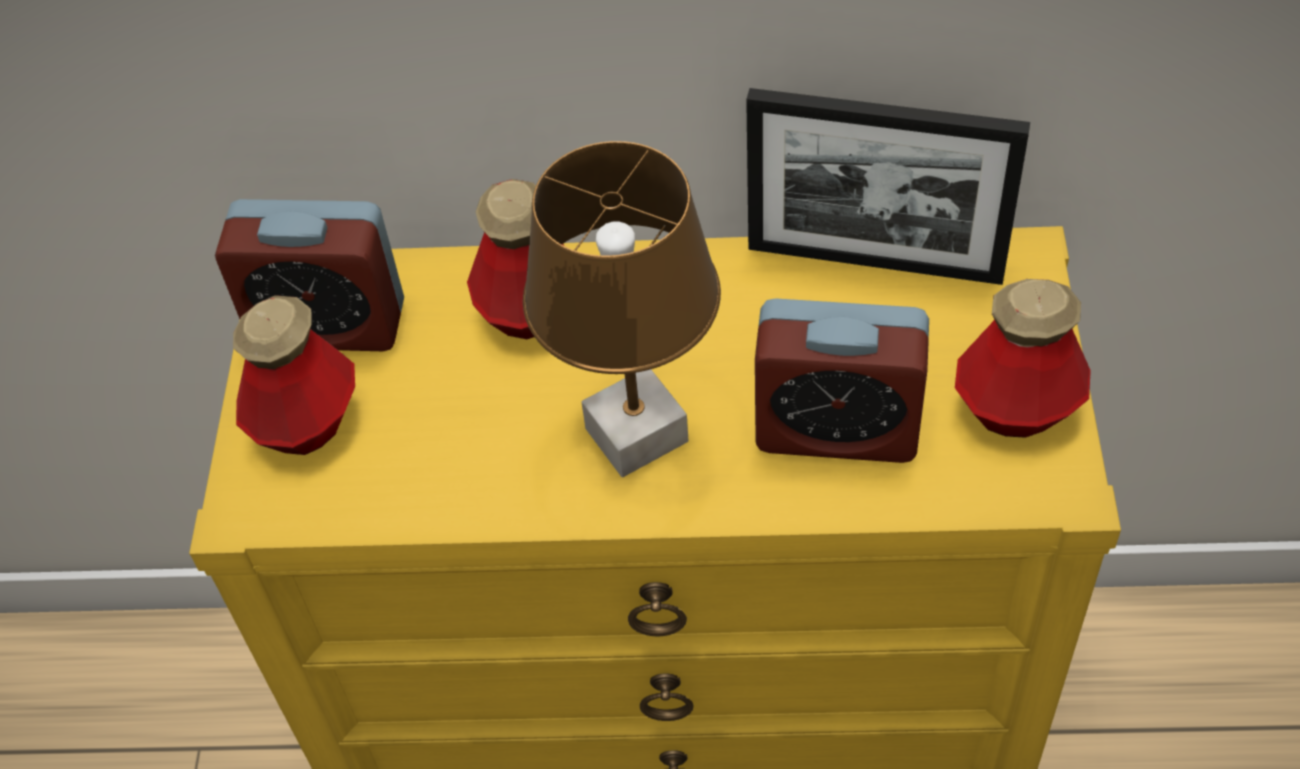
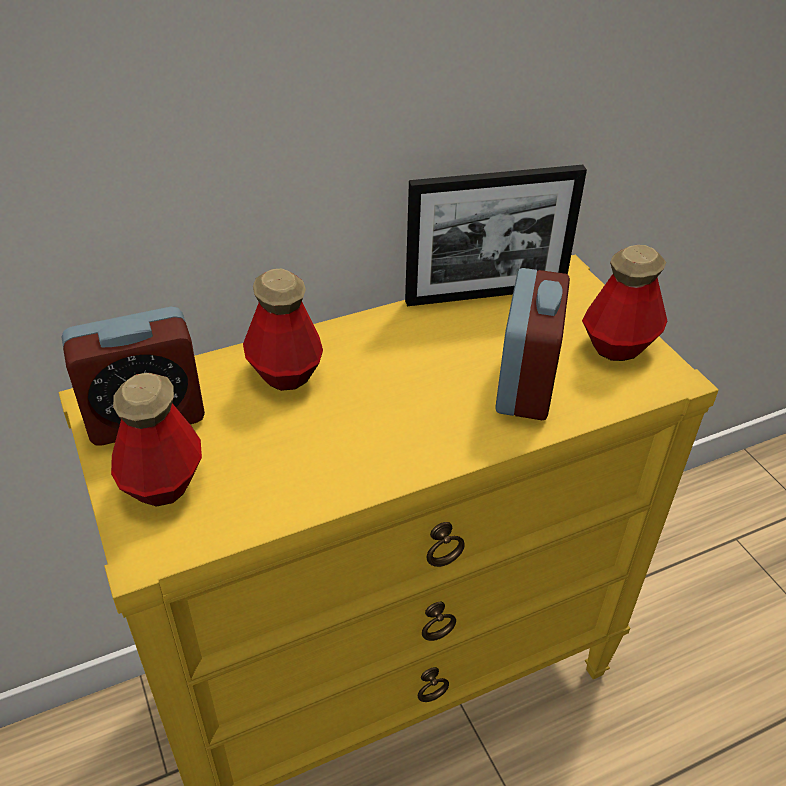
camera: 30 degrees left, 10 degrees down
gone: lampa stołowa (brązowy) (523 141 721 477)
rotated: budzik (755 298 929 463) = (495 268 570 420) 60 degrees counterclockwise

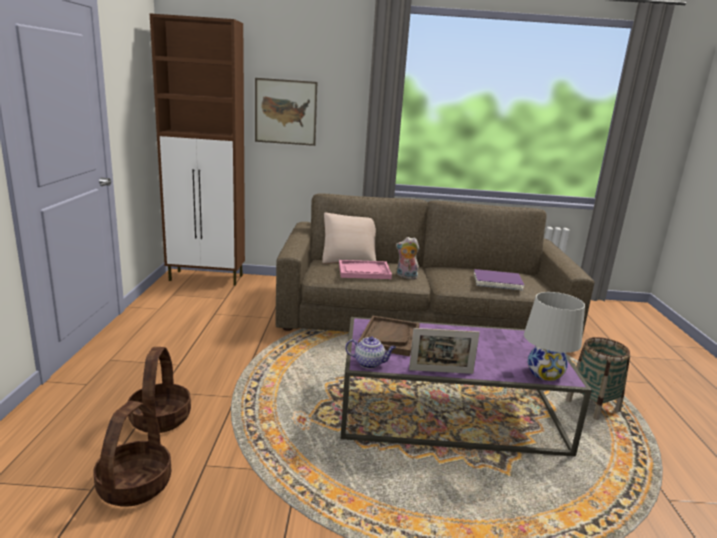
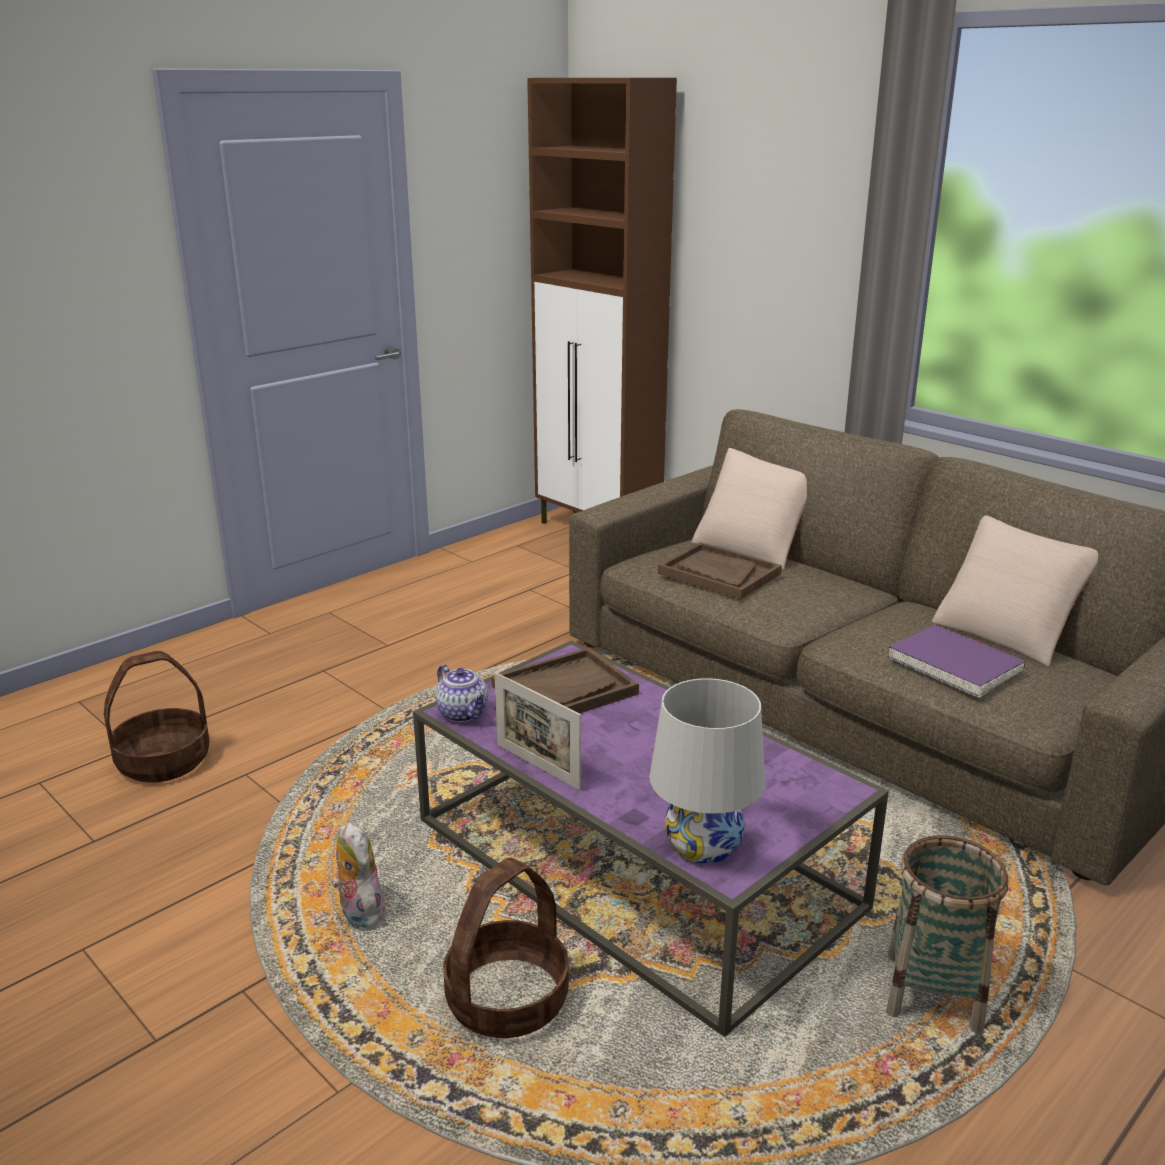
camera: 45 degrees right, 5 degrees up
gone: obraz (255 78 317 146)
new: poduszka (beżowy) (932 516 1098 667)
shifted: koszyk (127 347 191 433) to (443 858 569 1038); pluszak (396 237 419 279) to (332 822 386 931)
repainted: taca (różowy) (339 260 392 279) to taca (brązowy) (658 542 782 599)

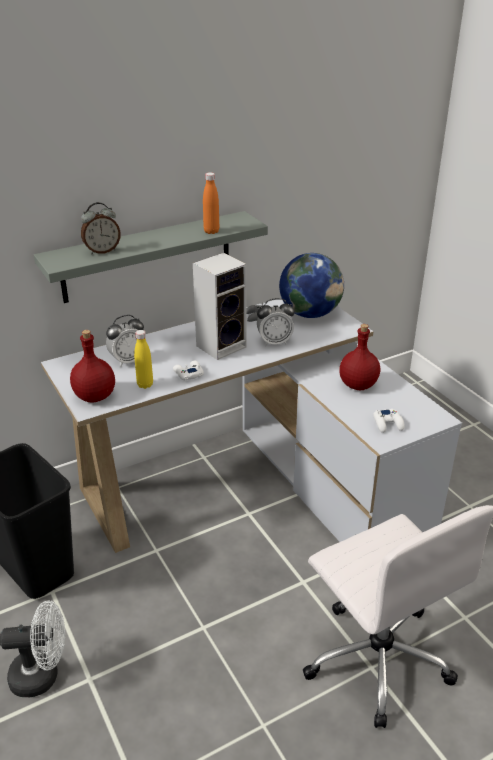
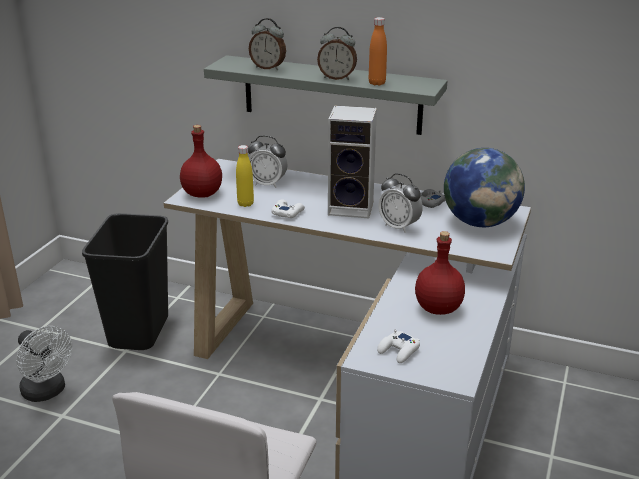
camera: 50 degrees right, 5 degrees down
new: budzik (317 27 357 80)

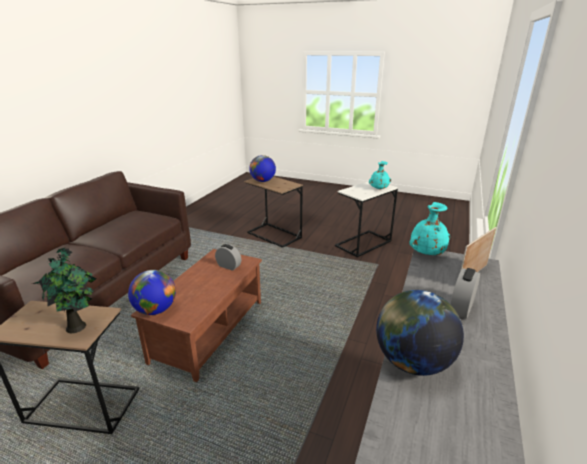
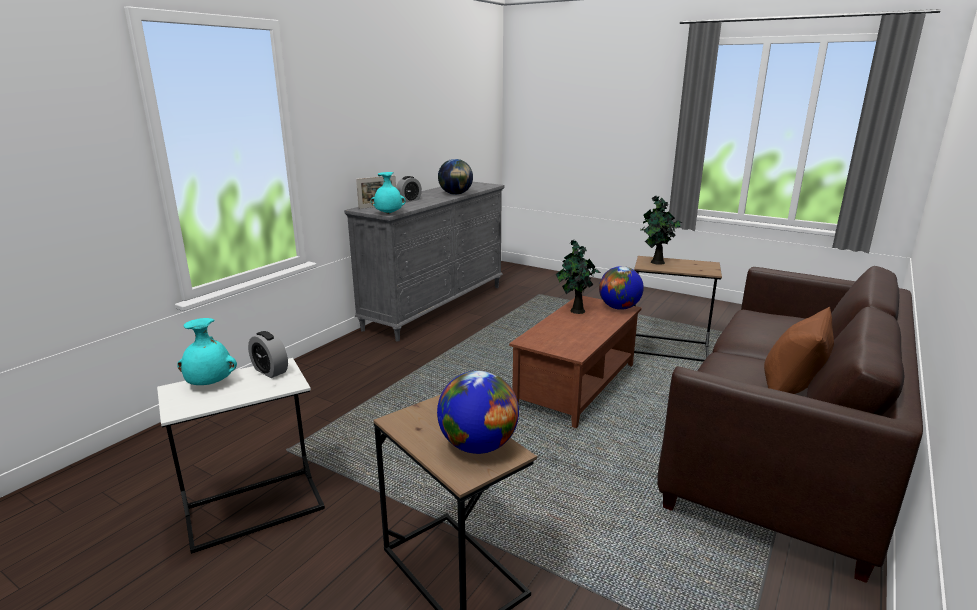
camera: 170 degrees left, 5 degrees down
new: roślina doniczkowa (556 240 601 314); poduszka (brązowy) (764 307 834 394)
shifted: budzik (215 244 241 271) to (248 331 288 378)

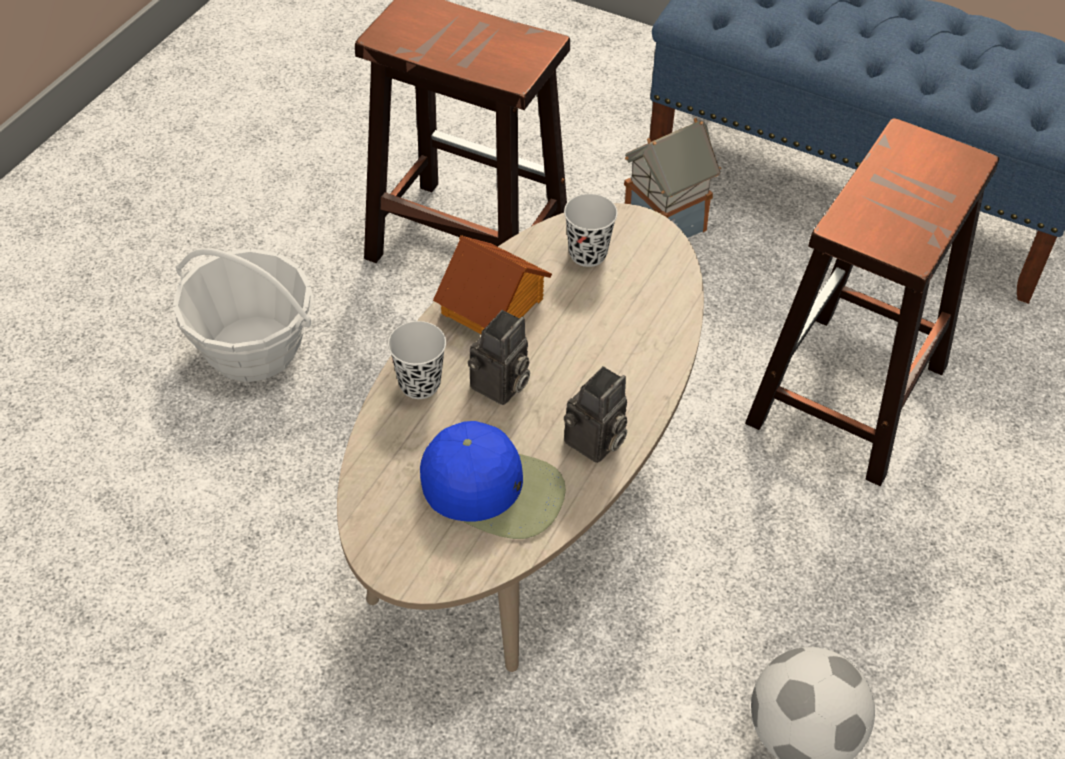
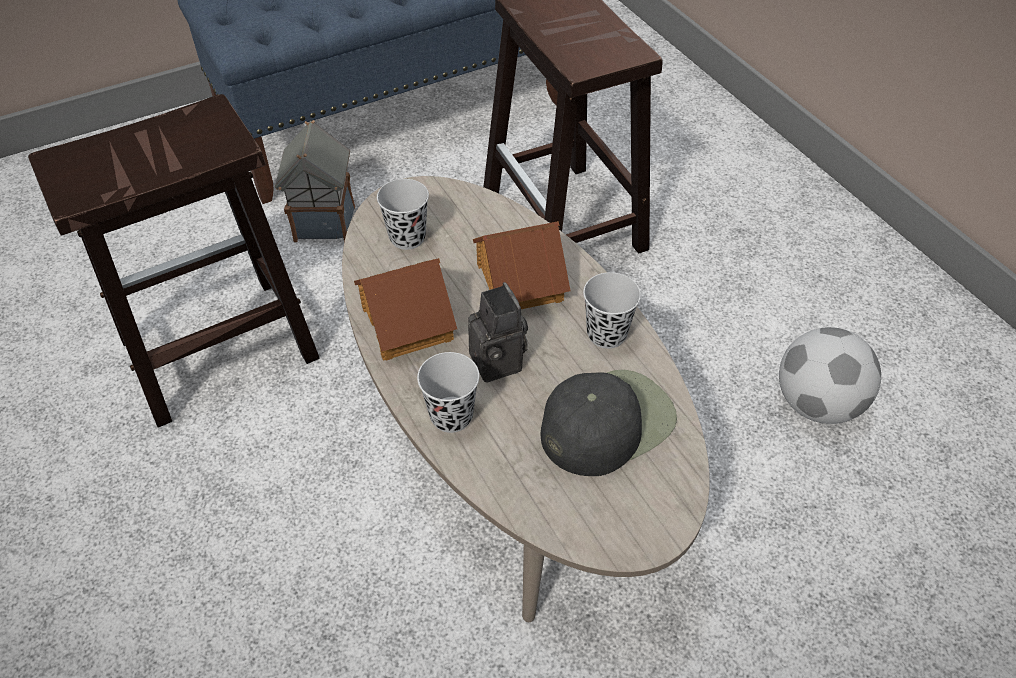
camera: 55 degrees left, 0 degrees up
gone: koszyk (173 248 313 382)
new: domek (473 221 570 309)
swapped: aparat fotograficzny (564 366 627 463) to filiżanka (czarny) (583 272 641 349)
repainted: czapka z daszkiem (niebieski) (420 421 566 539) to czapka z daszkiem (czarny) (541 370 677 476)

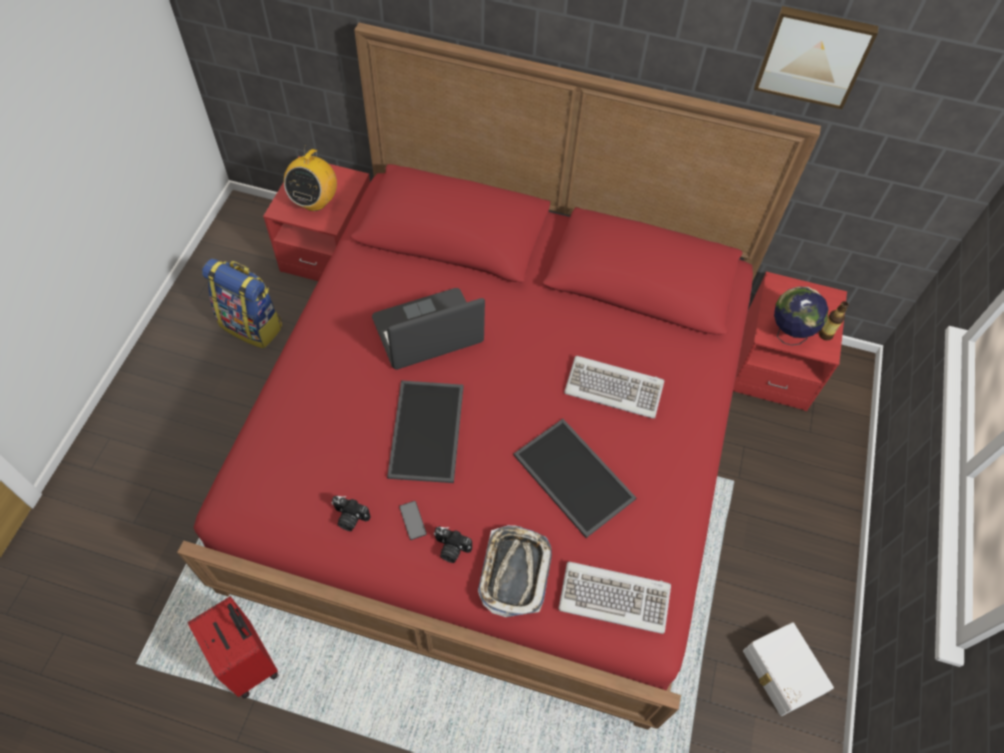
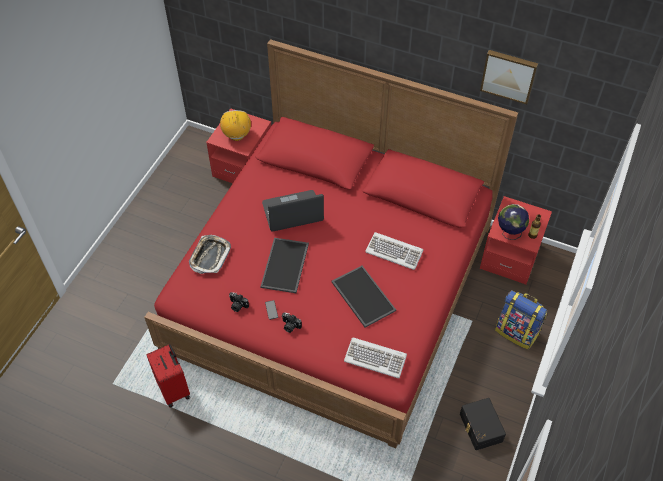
camera: 10 degrees right, 5 degrees down
shifted: plecak (202 259 283 349) to (495 290 547 349); taca (478 525 552 617) to (189 235 231 274)
repainted: pojemnik do przechowywania (biały) (743 622 834 716) to pojemnik do przechowywania (czarny) (460 398 506 450)
rotated: radio (284 149 337 211) = (220 110 251 141) 150 degrees clockwise

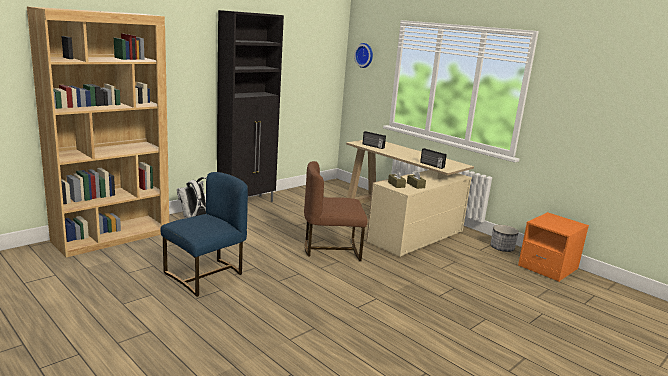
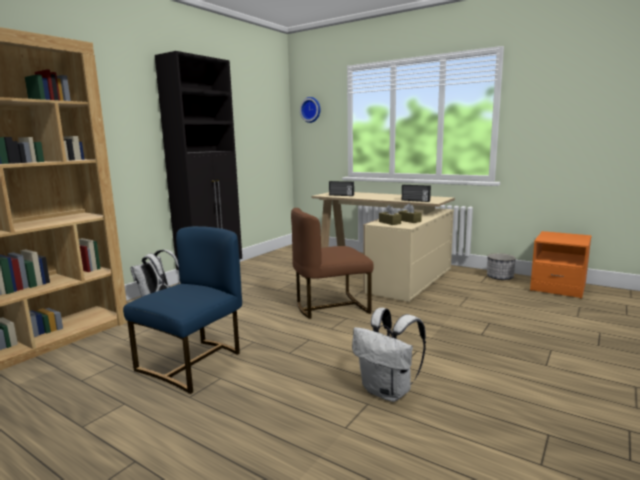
camera: 10 degrees left, 5 degrees down
new: plecak (biały) (352 308 426 402)

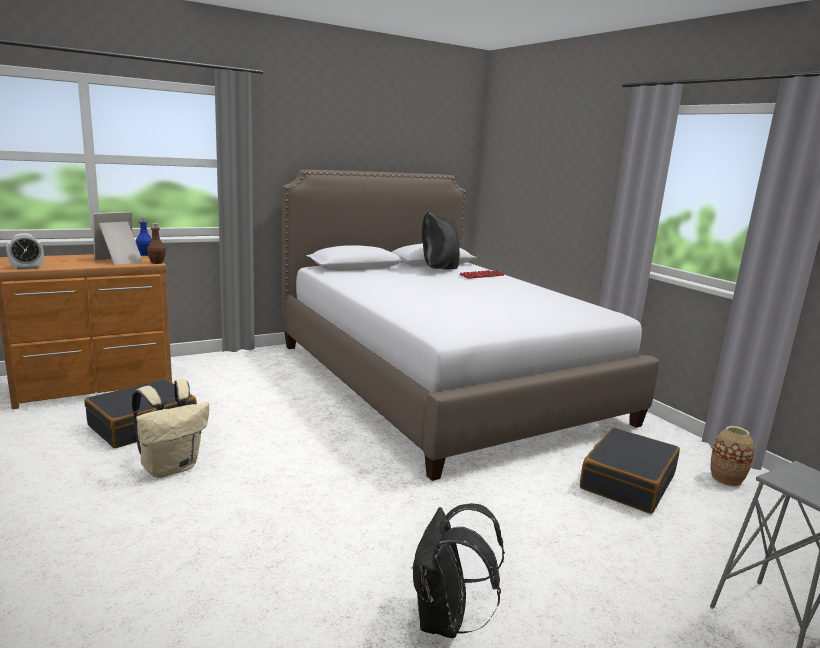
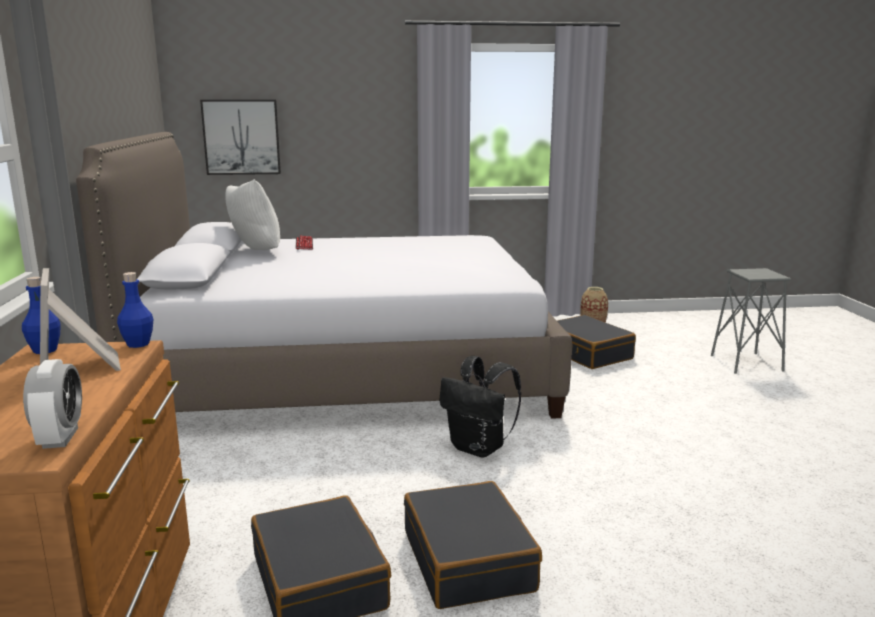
camera: 65 degrees left, 0 degrees up
new: obraz (200 100 281 175)
shifted: plecak (czarny) (411 503 505 638) to (439 356 521 458)
swapped: plecak (beżowy) (132 380 209 478) to walizka (czarny) (404 481 542 609)
repainted: butelka (brązowy) (147 224 166 264) to butelka (niebieski) (117 272 153 348); poduszka (czarny) (421 211 460 269) to poduszka (biały) (225 179 280 250)

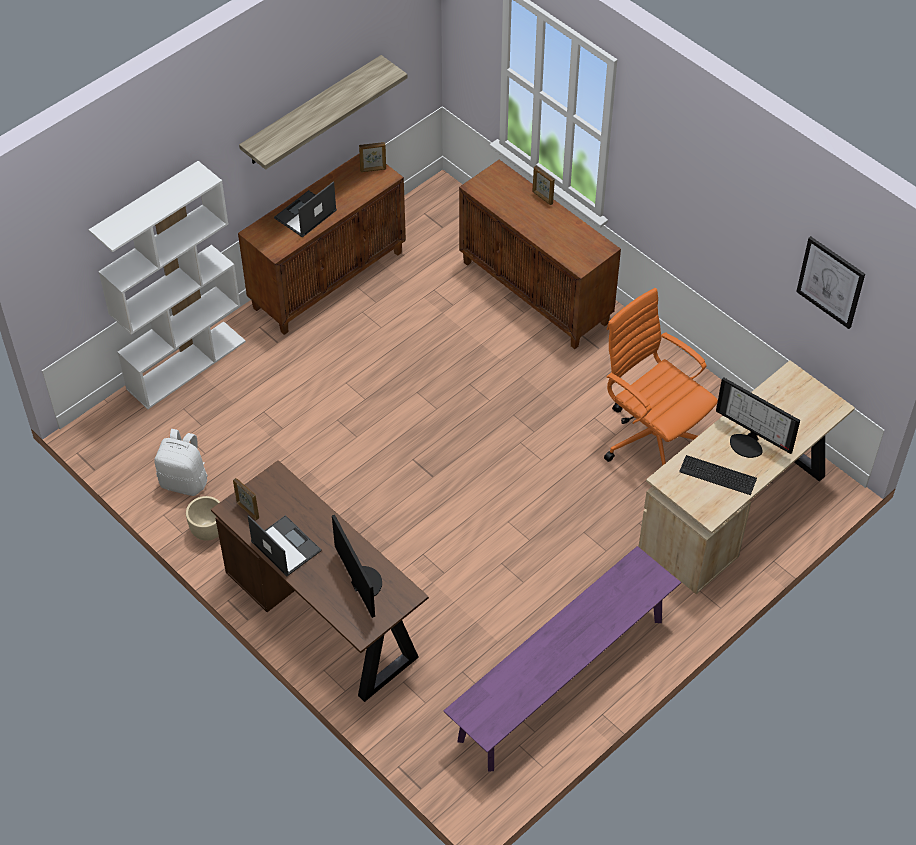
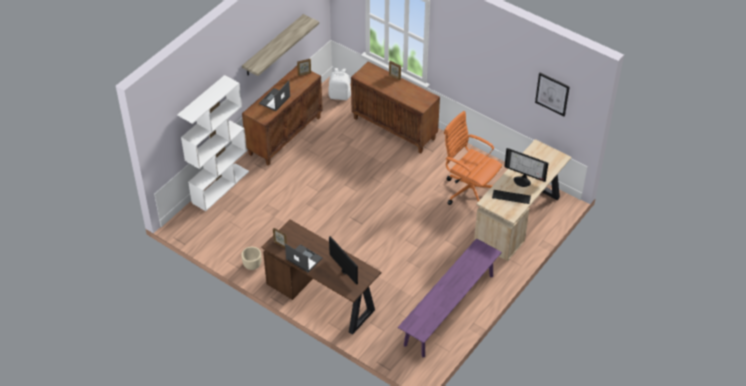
camera: 10 degrees left, 5 degrees down
shifted: plecak (biały) (154 429 207 496) to (328 68 351 100)

